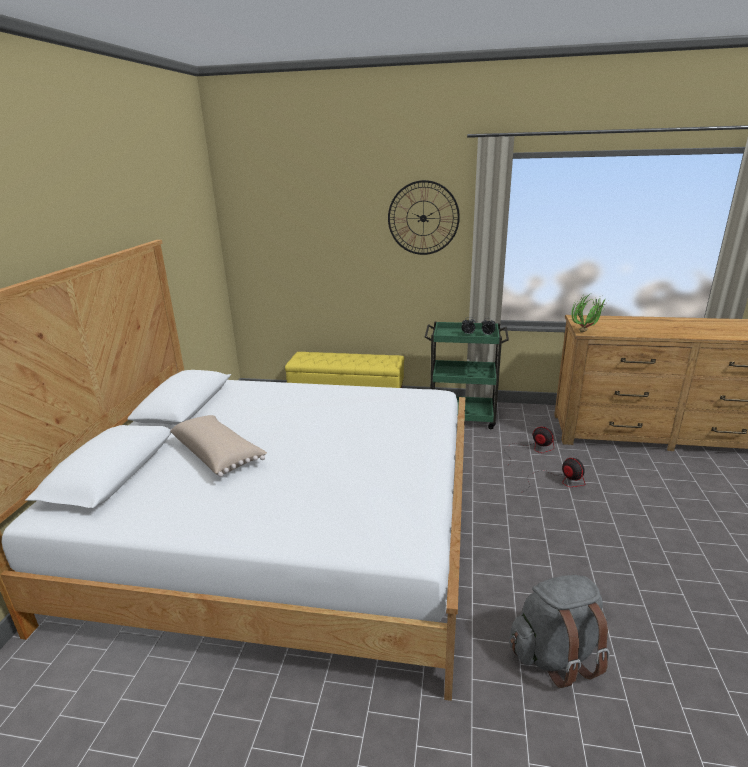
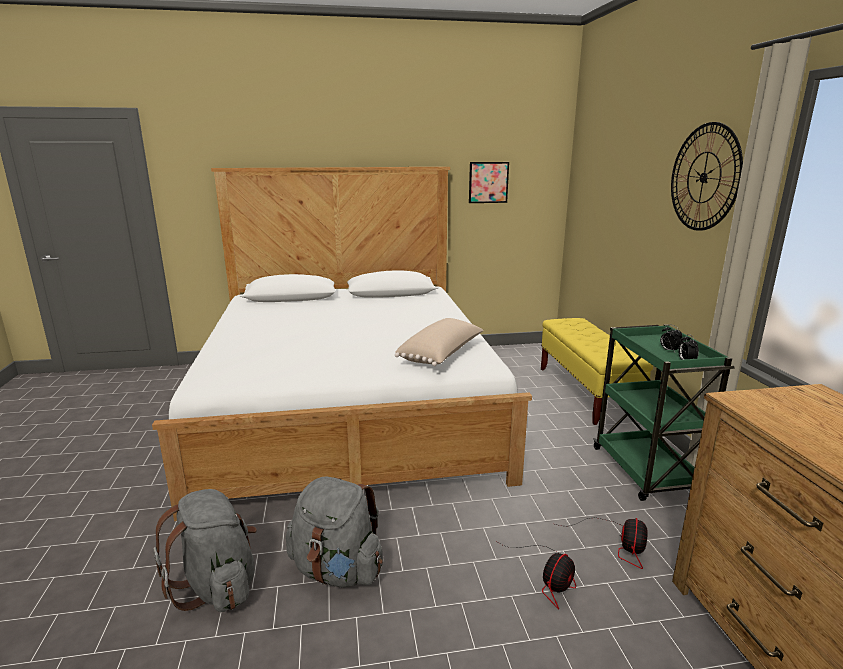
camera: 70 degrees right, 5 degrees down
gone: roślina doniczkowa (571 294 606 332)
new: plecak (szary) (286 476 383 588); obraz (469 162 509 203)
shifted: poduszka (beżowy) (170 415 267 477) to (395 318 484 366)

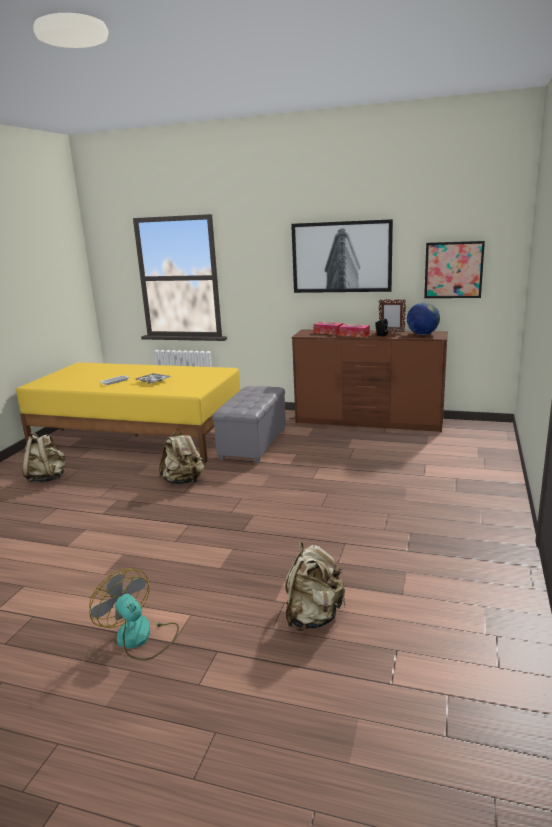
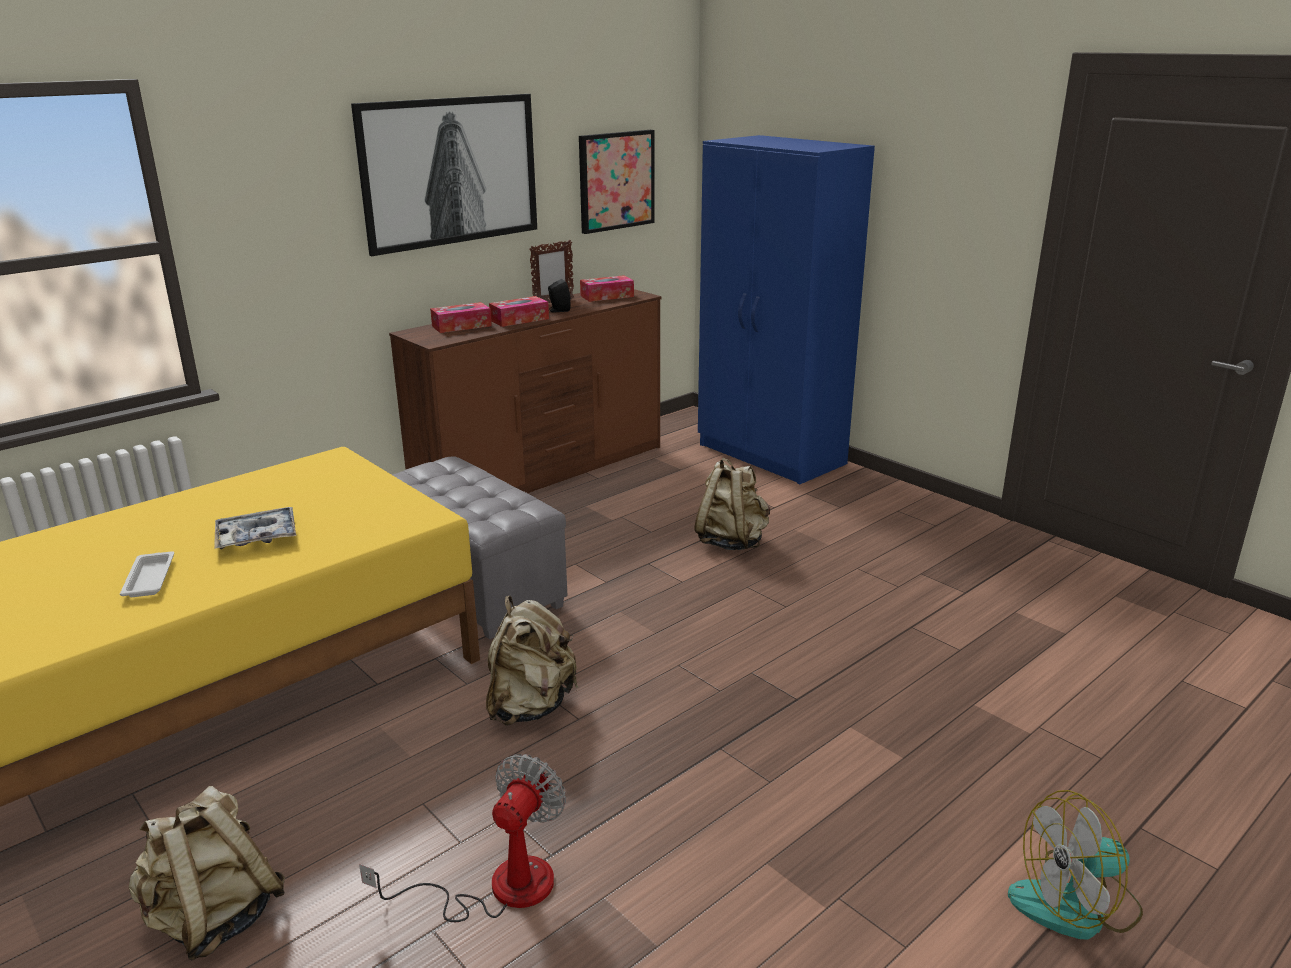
camera: 60 degrees left, 5 degrees up
new: wentylator (359 754 566 922); szafa (niebieski) (698 135 875 484)
shifted: plecak (beżowy) (285 542 346 631) to (694 458 770 550)
swapped: globus (407 302 440 335) to pudełko chusteczek (580 275 634 302)

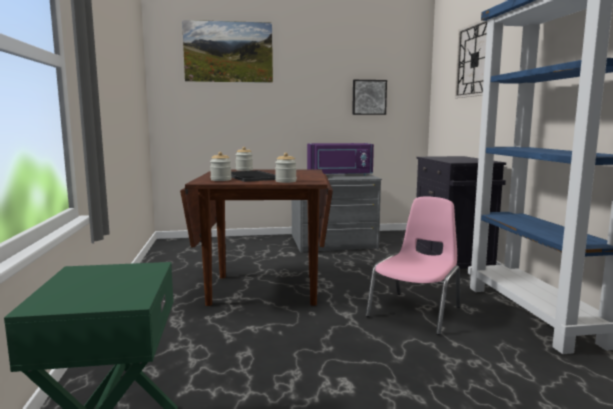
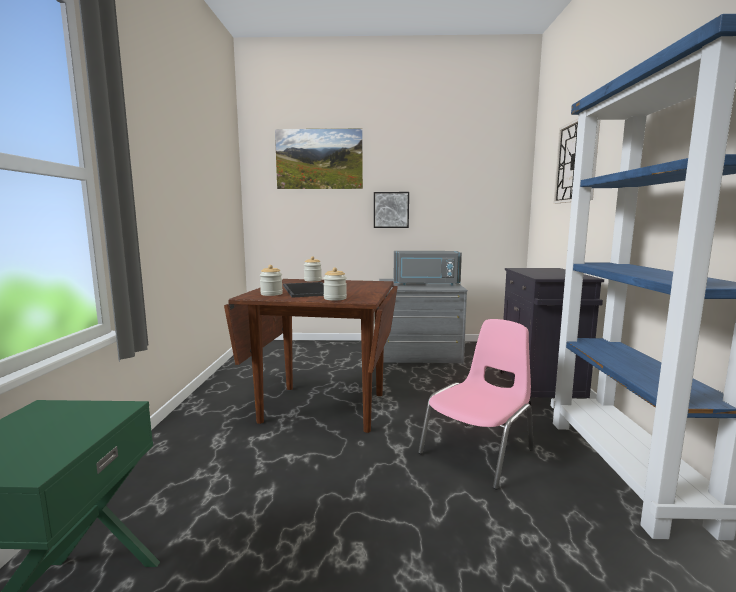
camera: 10 degrees right, 0 degrees up
shifted: obraz (352 80 387 115) to (374 192 409 228)
repainted: mikrofalówka (fioletowy) (307 143 374 176) to mikrofalówka (szary) (394 251 462 286)

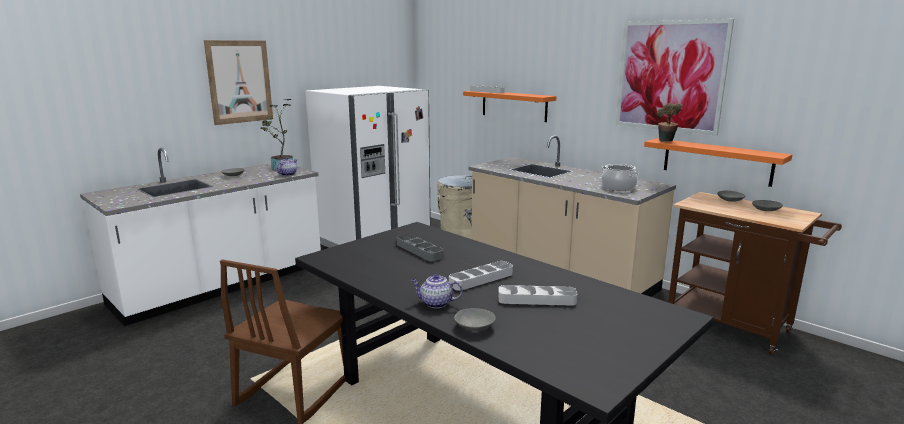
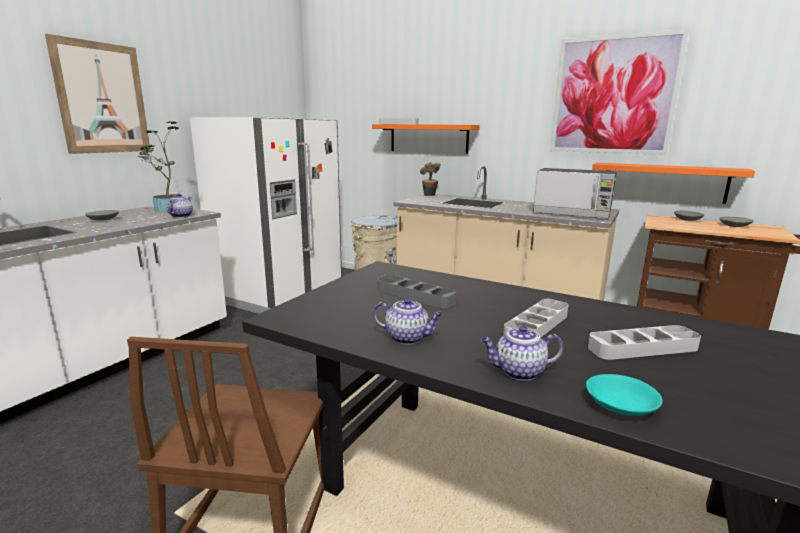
camera: 15 degrees left, 0 degrees up
new: imbryk (373 298 443 345)
shifted: roślina doniczkowa (657 102 683 142) to (420 162 441 196)
swapped: garnek (601 164 639 191) to mikrofalówka (533 168 617 218)
repainted: miska (szary) (454 308 496 331) to miska (turkusowy) (586 374 663 416)

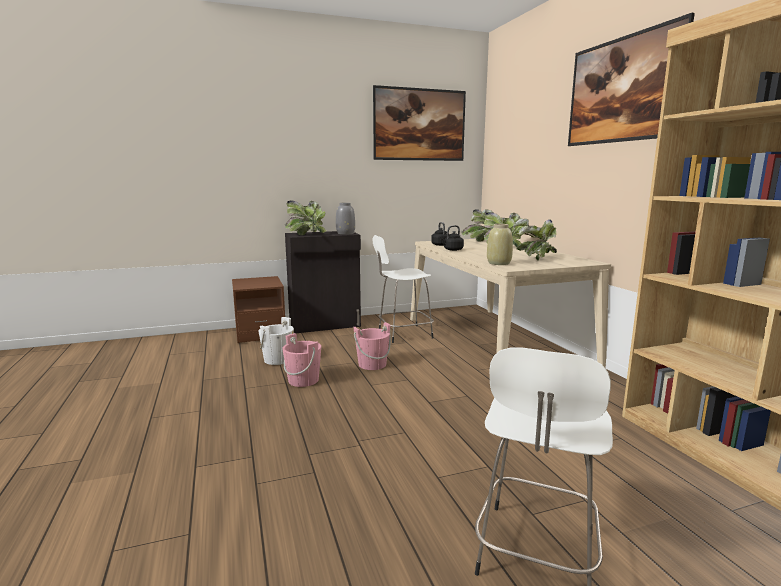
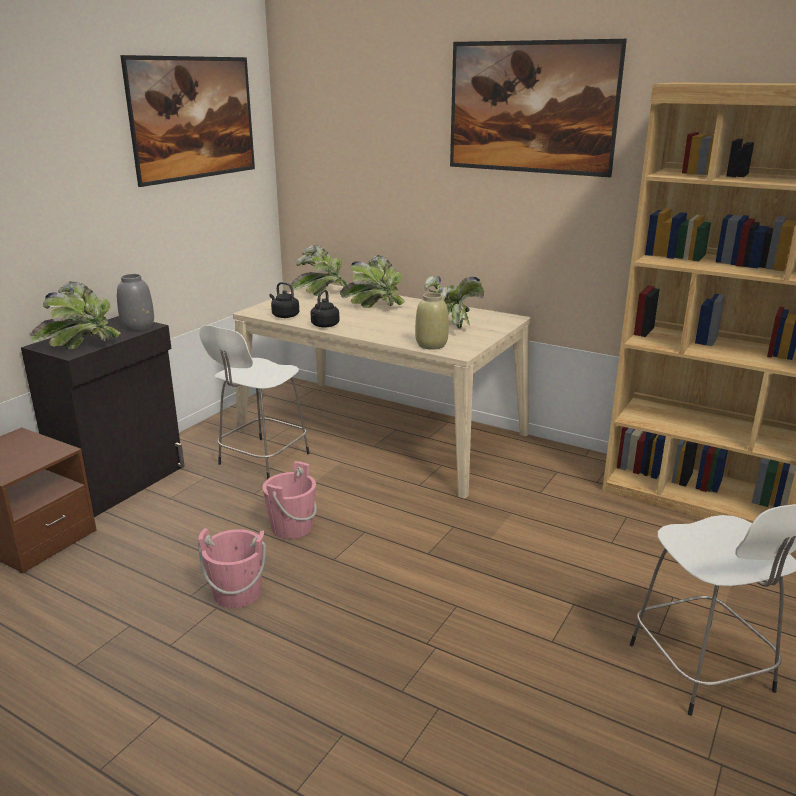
camera: 40 degrees left, 10 degrees up
gone: wiadro (biały) (258 317 294 365)

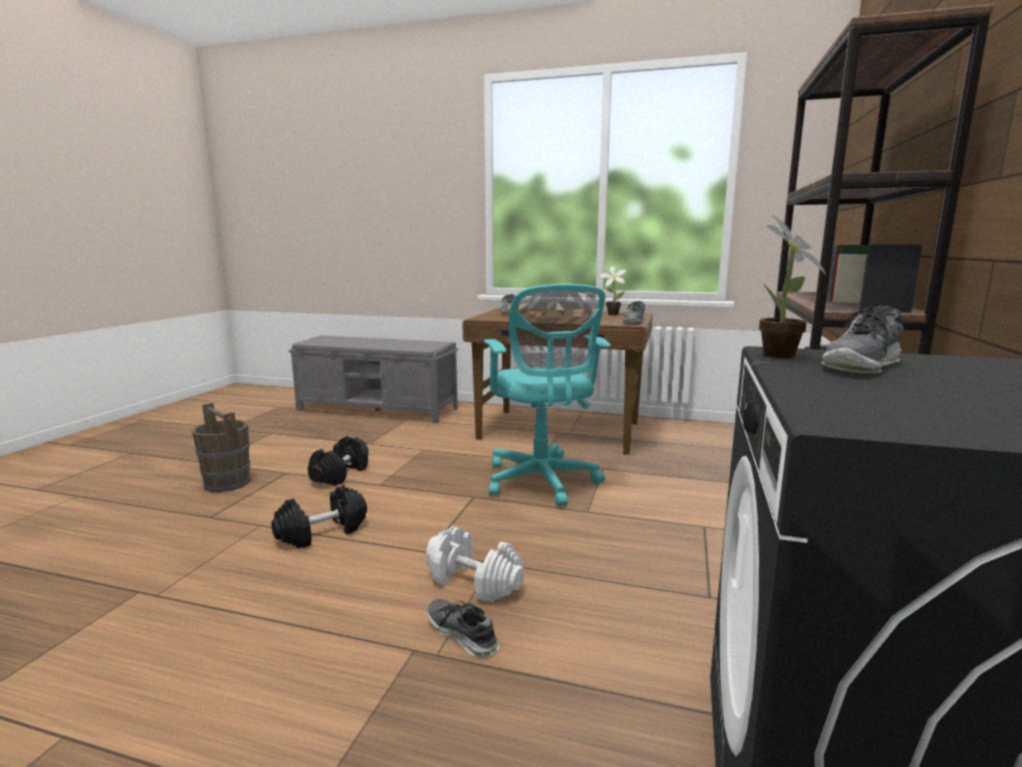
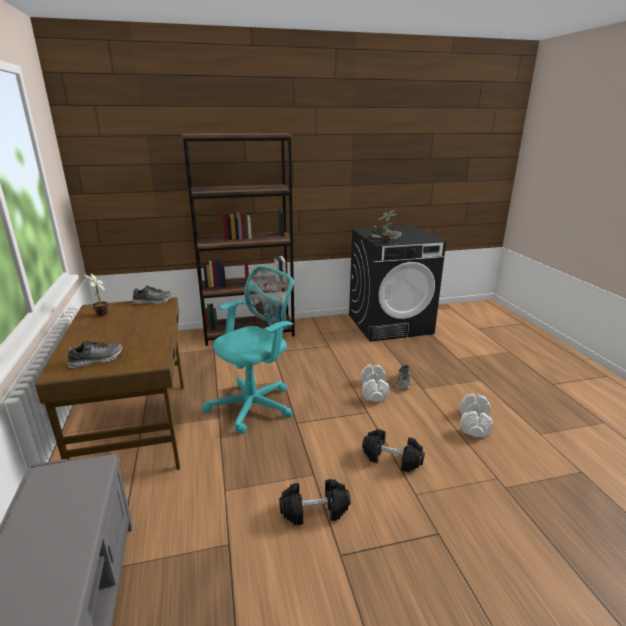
camera: 120 degrees left, 10 degrees up
gone: wiadro (brązowy) (192 403 251 492)
new: hantel (biały) (460 393 493 437)

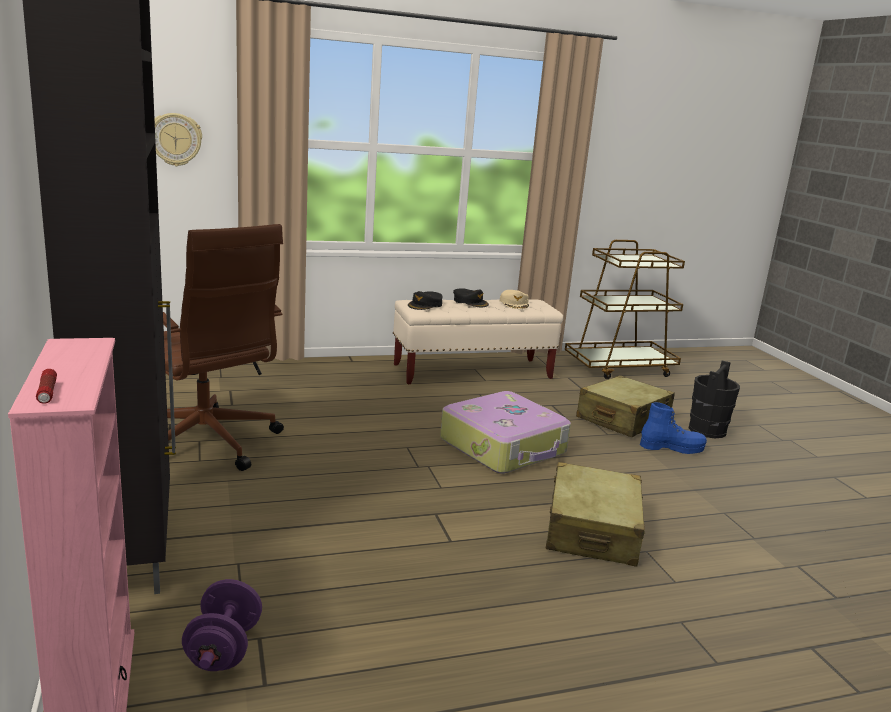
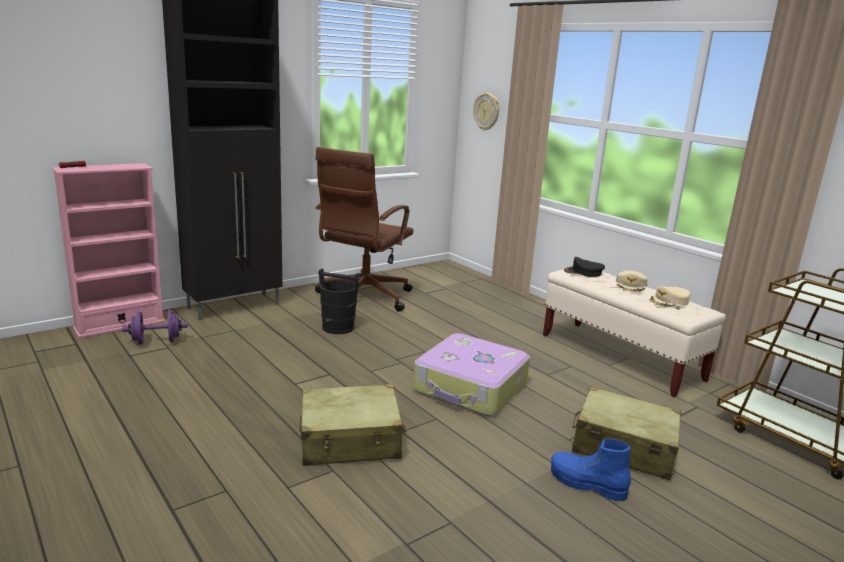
camera: 70 degrees right, 0 degrees up
shifted: wiadro (czarny) (689 360 740 438) to (318 268 360 334)
repainted: czapka z daszkiem (czarny) (453 288 489 307) to czapka z daszkiem (beżowy) (616 270 648 292)
rotated: but z cholewką (niebieski) (640 402 707 454) = (551 438 631 501) 135 degrees clockwise

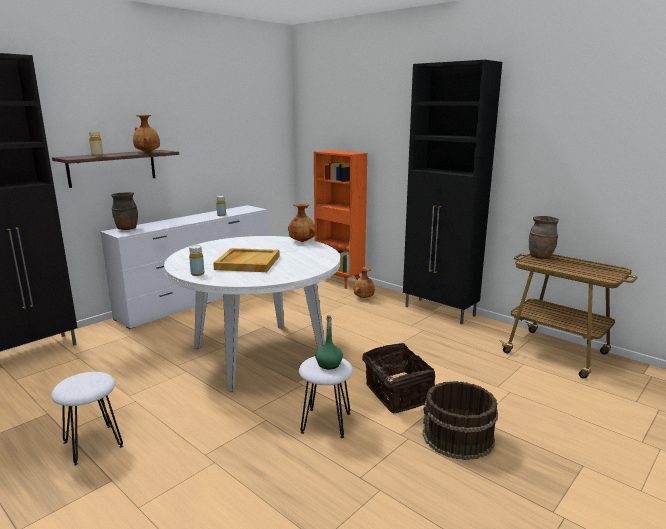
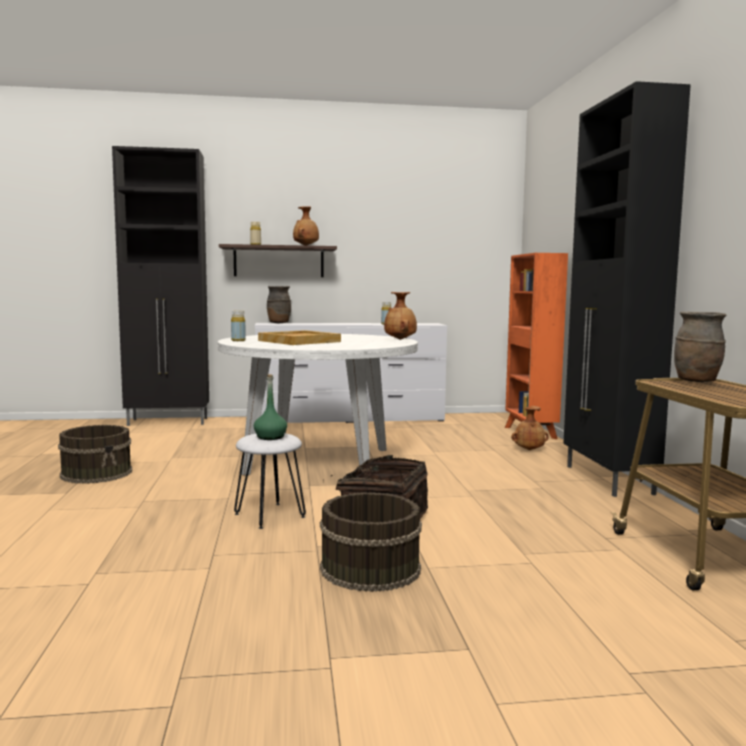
camera: 40 degrees right, 10 degrees down
swapped: stołek (biały) (51 372 123 466) to wiadro (brązowy) (58 425 132 484)

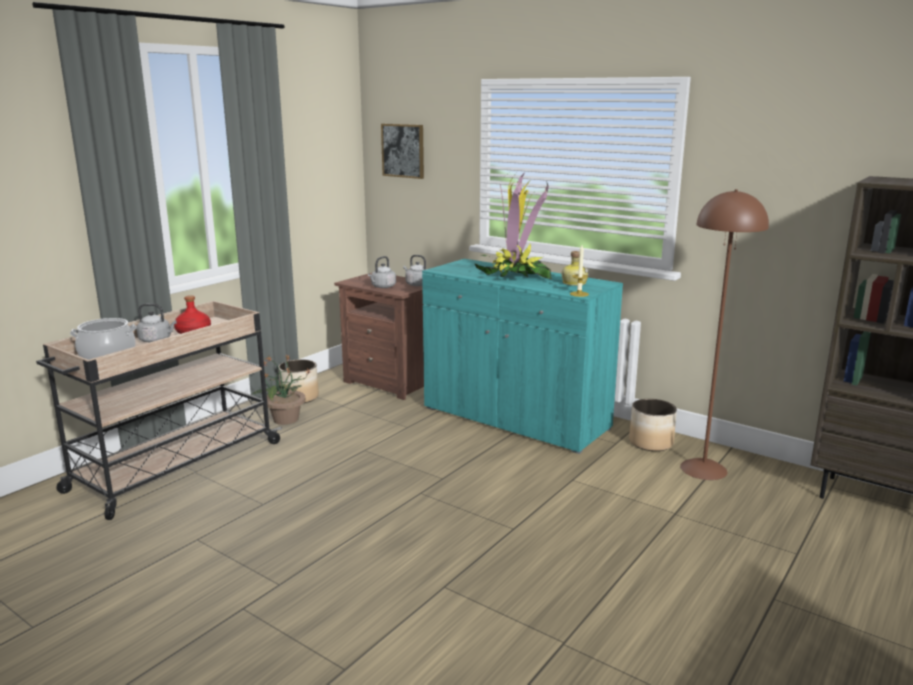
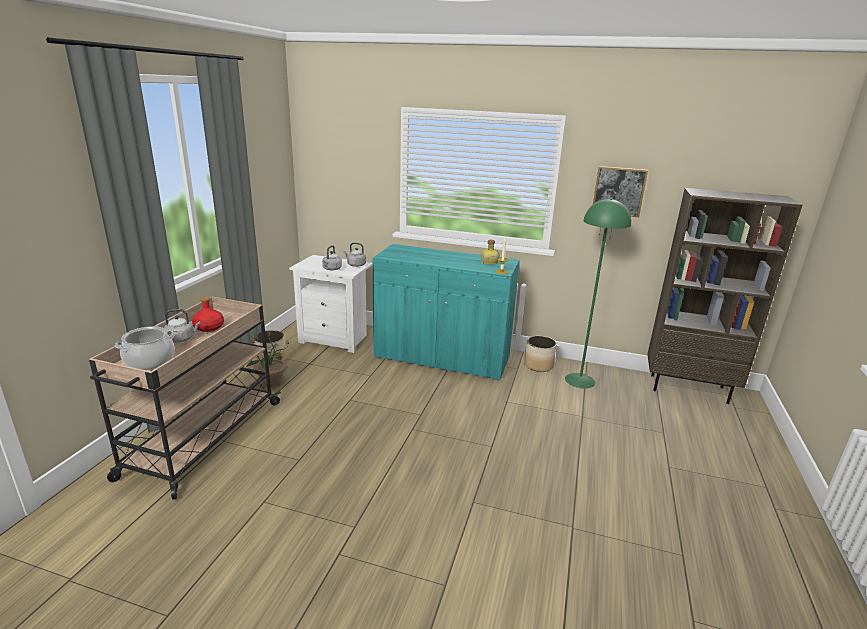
camera: 20 degrees left, 5 degrees up
gone: roślina doniczkowa (474 172 552 279)
shifted: obraz (381 124 424 179) to (593 166 648 217)
repainted: szafka nocna (brązowy) (334 272 424 400) to szafka nocna (biały) (289 255 373 353); lampa stojąca (brązowy) (680 189 769 480) to lampa stojąca (zielony) (565 198 631 389)

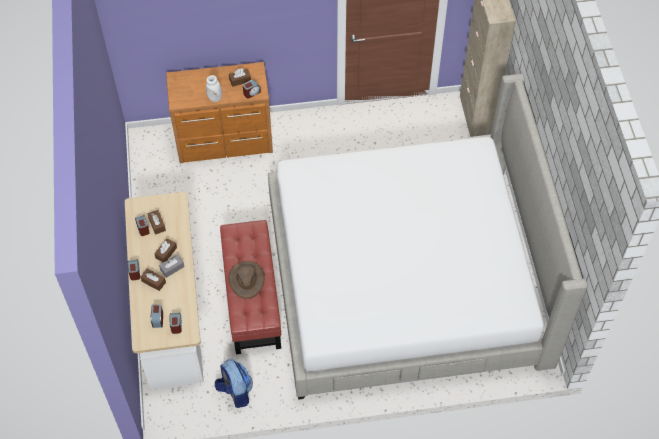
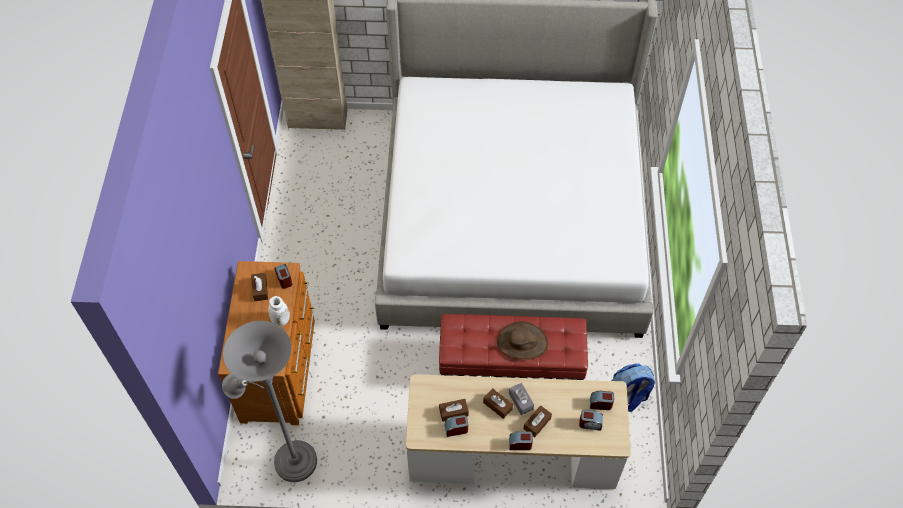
camera: 80 degrees left, 0 degrees up
new: lampa stojąca (szary) (222 321 317 482)

